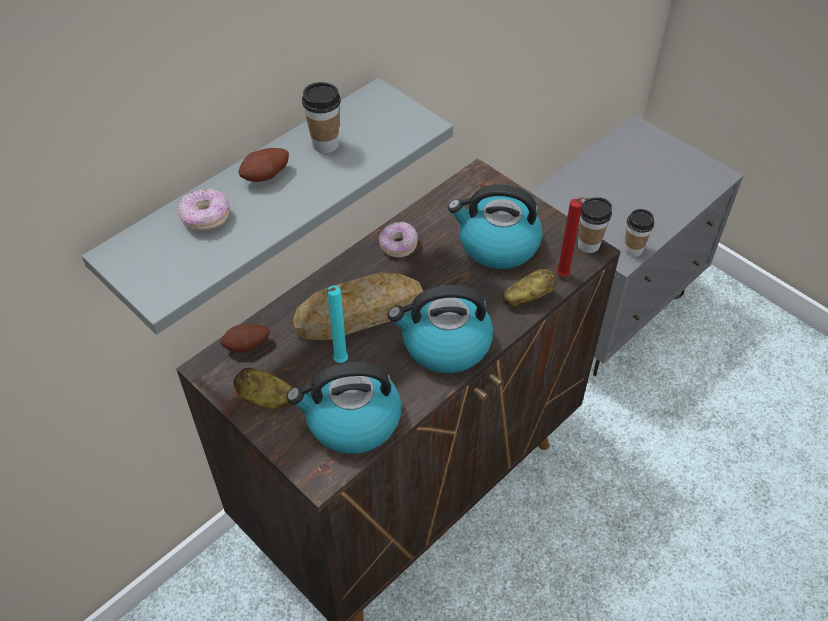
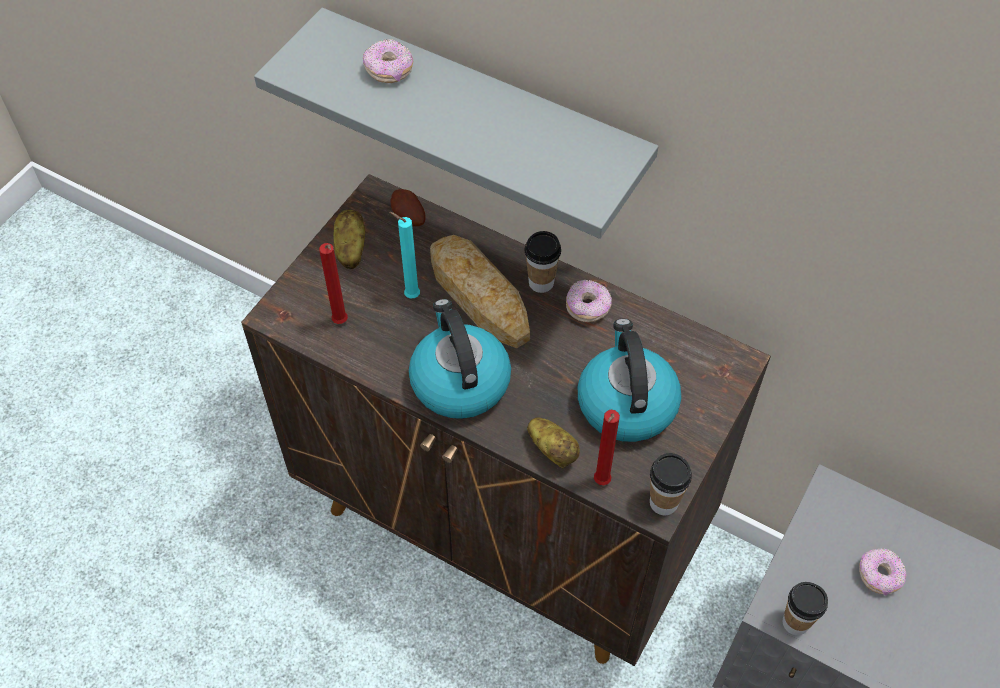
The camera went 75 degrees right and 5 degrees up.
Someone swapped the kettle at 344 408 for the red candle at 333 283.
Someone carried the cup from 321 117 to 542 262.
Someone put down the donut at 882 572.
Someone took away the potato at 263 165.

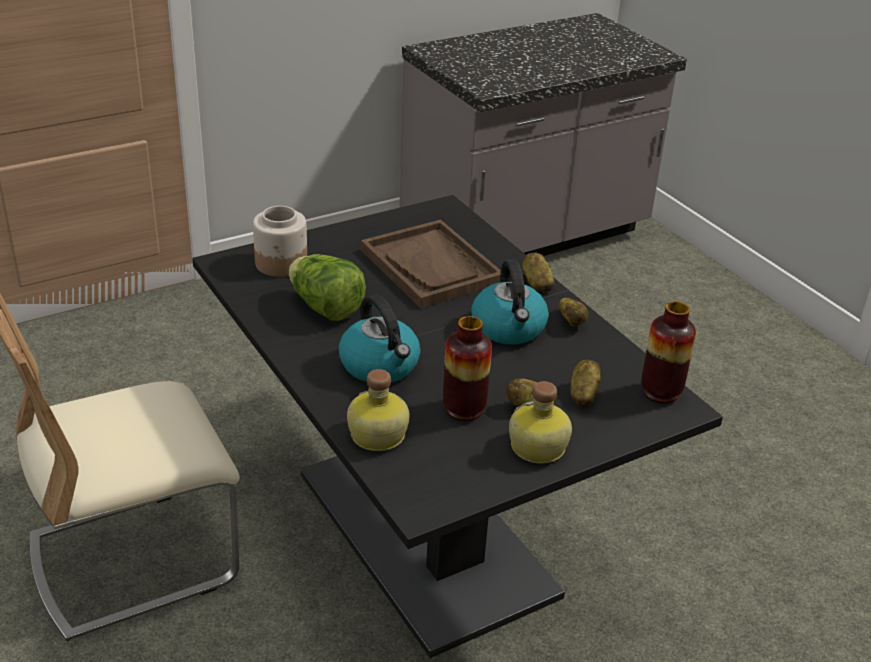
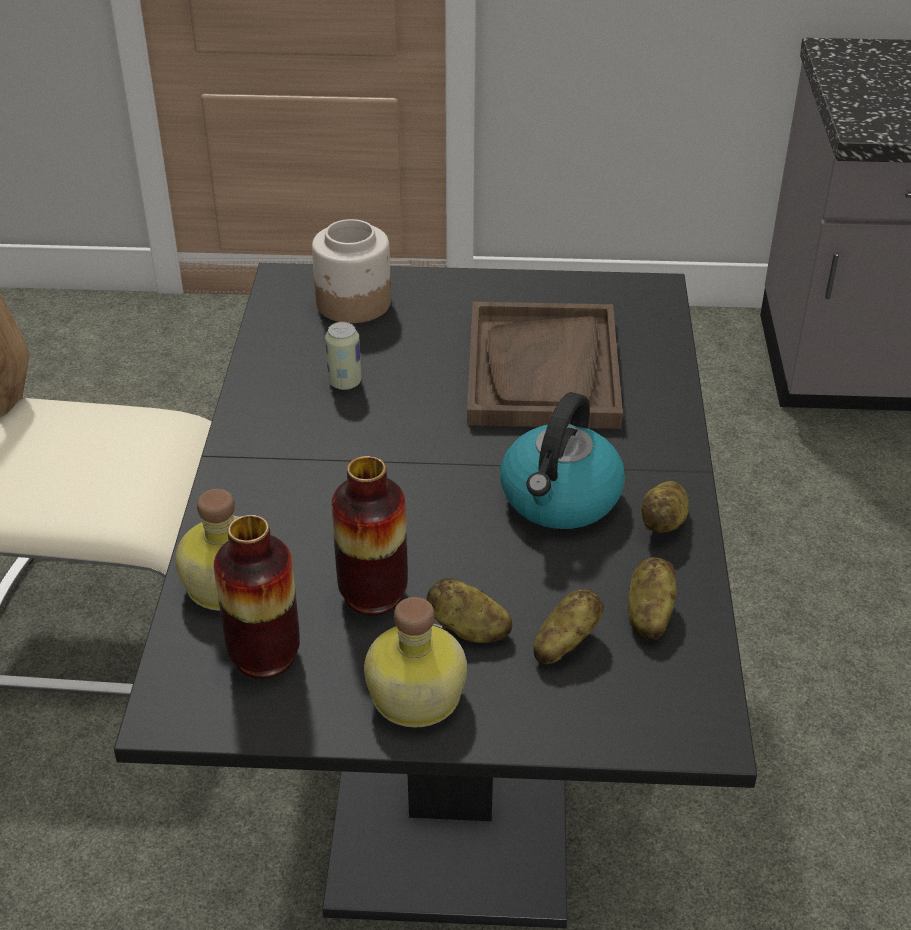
The camera went 35 degrees right and 5 degrees up.
Someone carried the vase from 668 352 to 257 597.
Someone swapped the lettuce at 327 287 for the can at 343 356.
Someone carried the potato from 538 272 to 652 598.
Someone took away the kettle at 379 338.

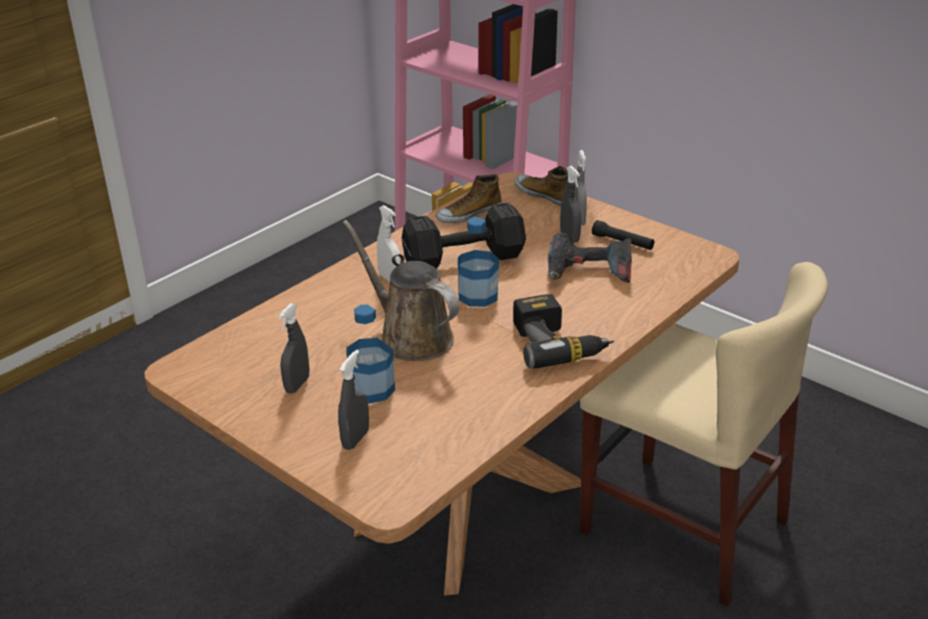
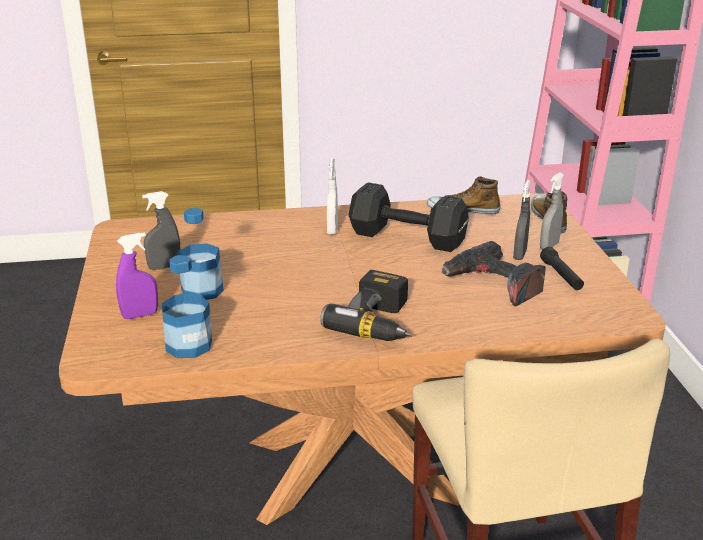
The camera went 40 degrees right and 5 degrees down.
Someone repainted the grey spray bottle at 353 400, which became the purple spray bottle at 137 275.
Someone carried the bottle from 478 262 to 187 306.
Someone took away the brown watering can at 401 290.

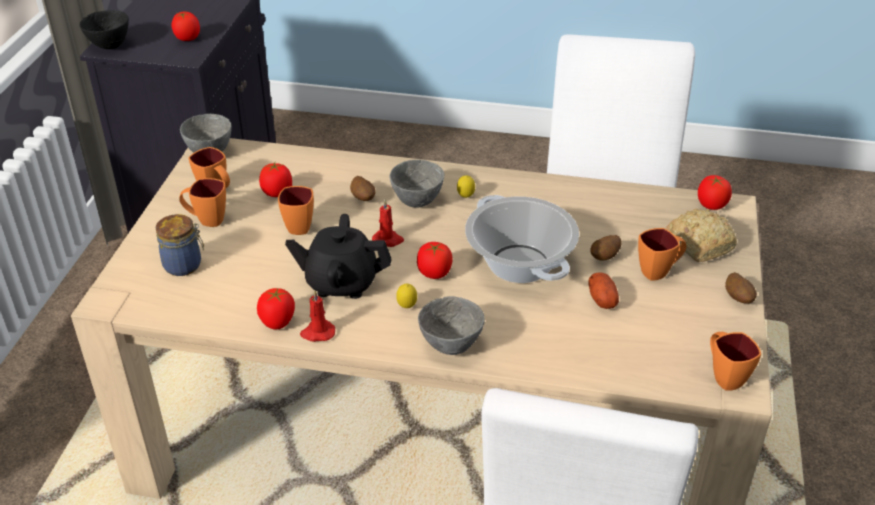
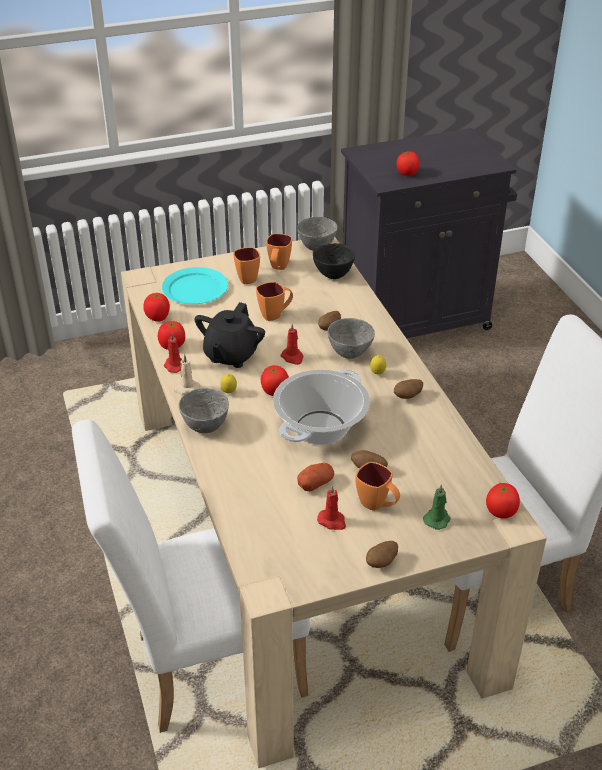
The camera went 60 degrees right and 0 degrees up.
Someone carried the tomato from 275 180 to 156 307.
Someone swapped the jar at 180 245 for the turquoise plate at 195 285.
Someone put down the beige candle at 186 374.
Someone rotated the black teapot at 338 256 by 135 degrees counterclockwise.
Someone carried the black bowl from 104 29 to 334 261.
Someone put down the red candle at 331 507.
Someone put down the potato at 408 389.
Someone swapped the bread at 701 235 for the green candle at 437 507.
Someone took away the orange mug at 735 361.

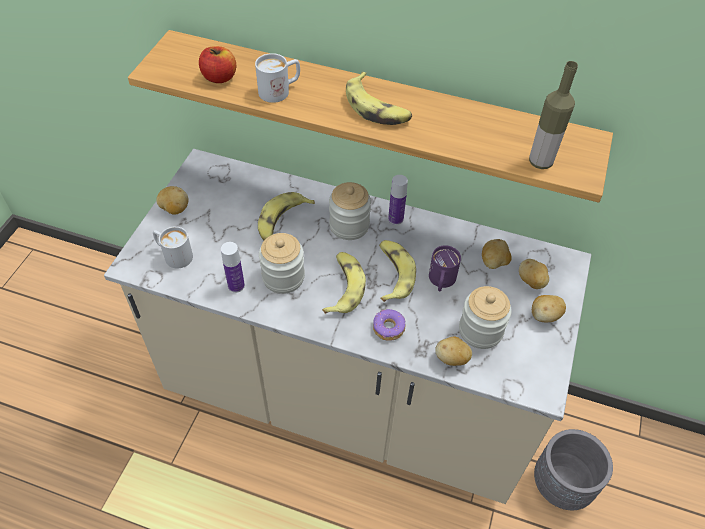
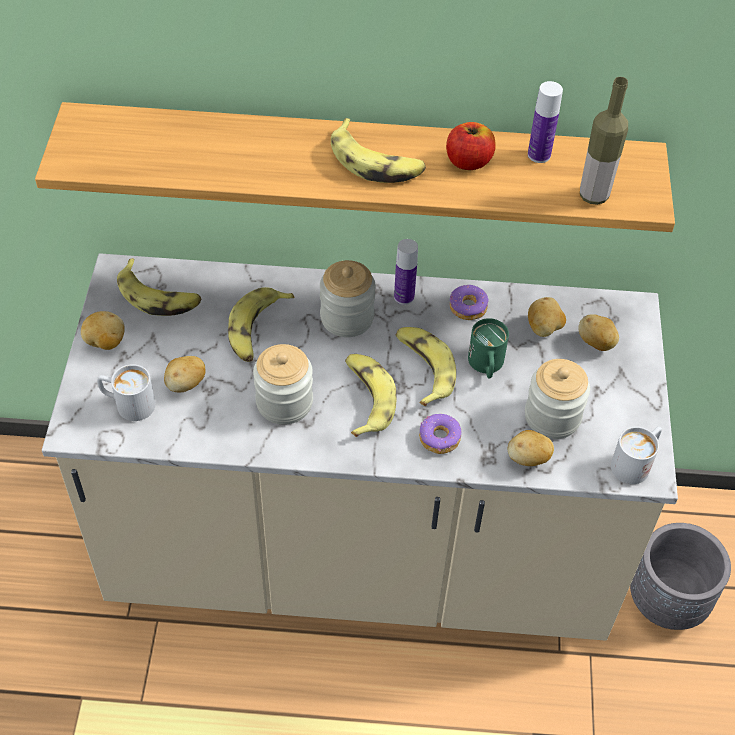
The camera went 15 degrees left and 0 degrees up.
Someone put down the banana at 159 287.
Someone carried the potato from 549 308 to 185 374.
Someone carried the apple from 217 64 to 471 146.
Someone put down the donut at 469 302.
Someone repainted the purple mug at 445 268, which became the green mug at 488 348.
Someone carried the bottle from 233 267 to 545 122.
Someone carried the white mug from 277 78 to 636 455.

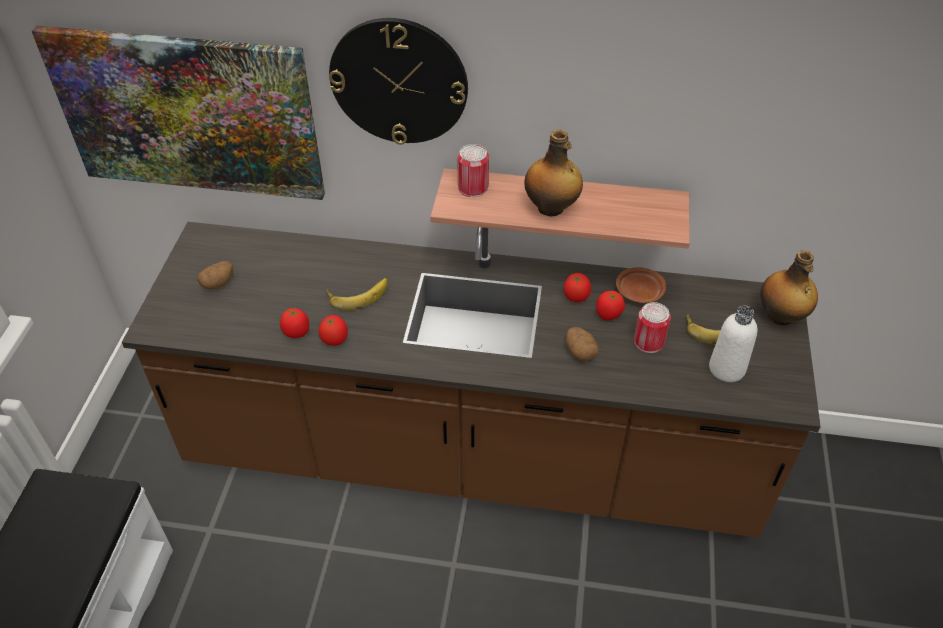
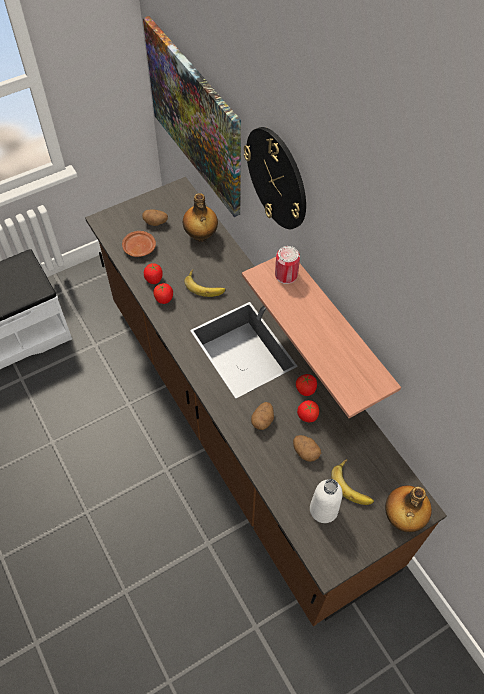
The camera went 50 degrees right and 10 degrees up.
Someone carried the brown plate from 641 285 to 139 244.
Someone carried the bottle from 554 173 to 200 217.
Someone swapped the can at 652 327 for the potato at 307 448.

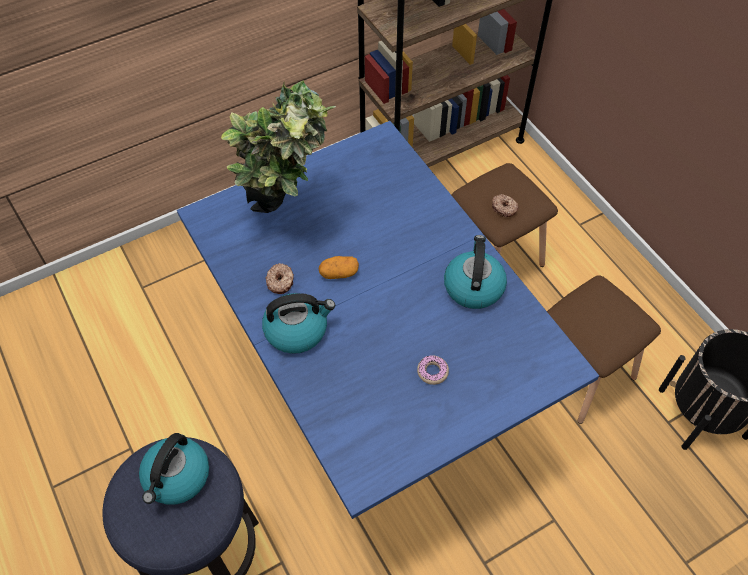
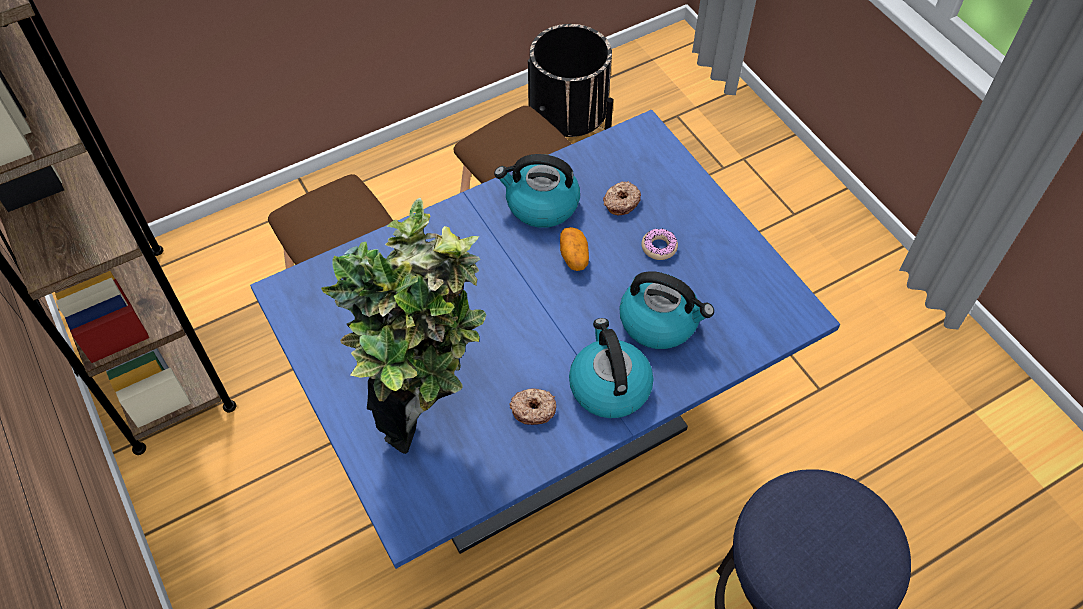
The camera went 90 degrees left and 0 degrees up.
Someone carried the potato from 338 267 to 574 249.
Someone carried the donut from 505 205 to 622 198.
Someone carried the kettle from 174 469 to 666 310.

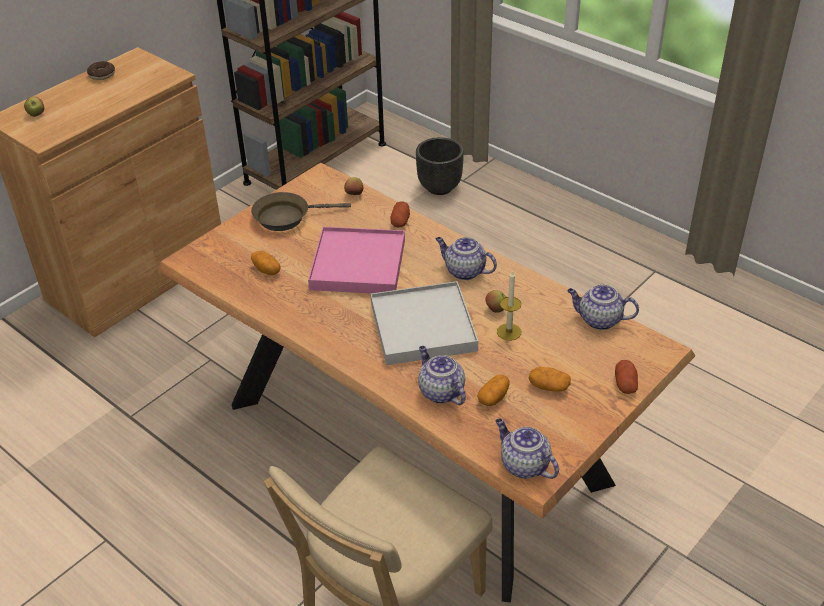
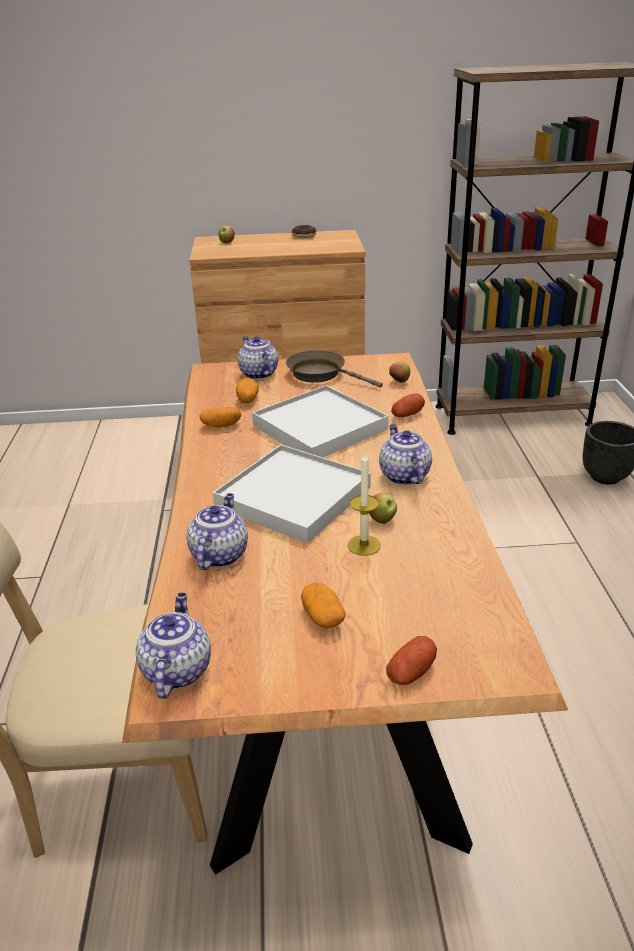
The camera went 45 degrees right and 10 degrees down.
Someone carried the potato from 493 390 to 220 417.
Someone carried the teapot from 603 307 to 258 357.
Someone repainted the pink tray at 356 260, which became the white tray at 320 421.

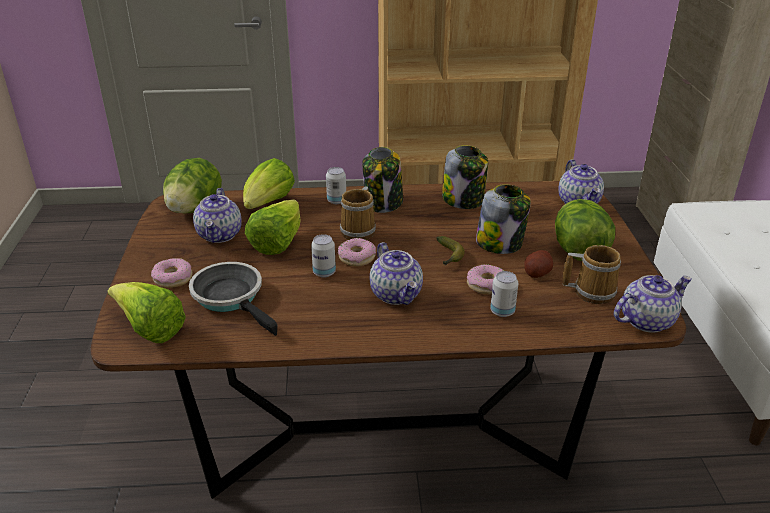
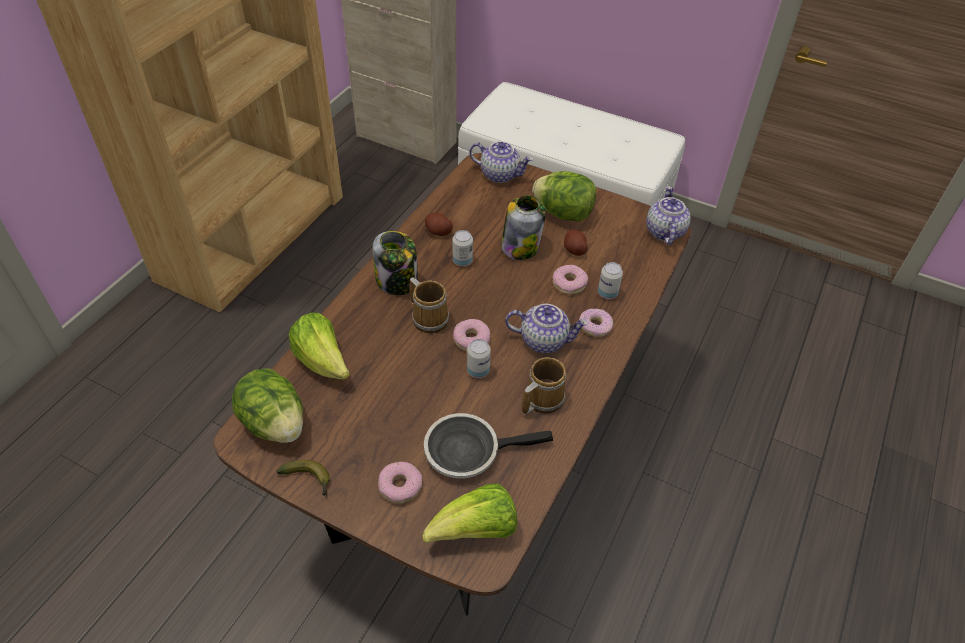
The camera went 60 degrees left and 15 degrees up.
Someone carried the banana from 450 250 to 303 478.
Someone swapped the jar at 465 177 for the potato at 439 224.
Someone carried the can from 336 185 to 463 248.
Someone carried the mug from 592 274 to 544 386.
Someone put down the donut at 596 323.
Someone took away the teapot at 217 215.
Someone took away the lettuce at 272 227.

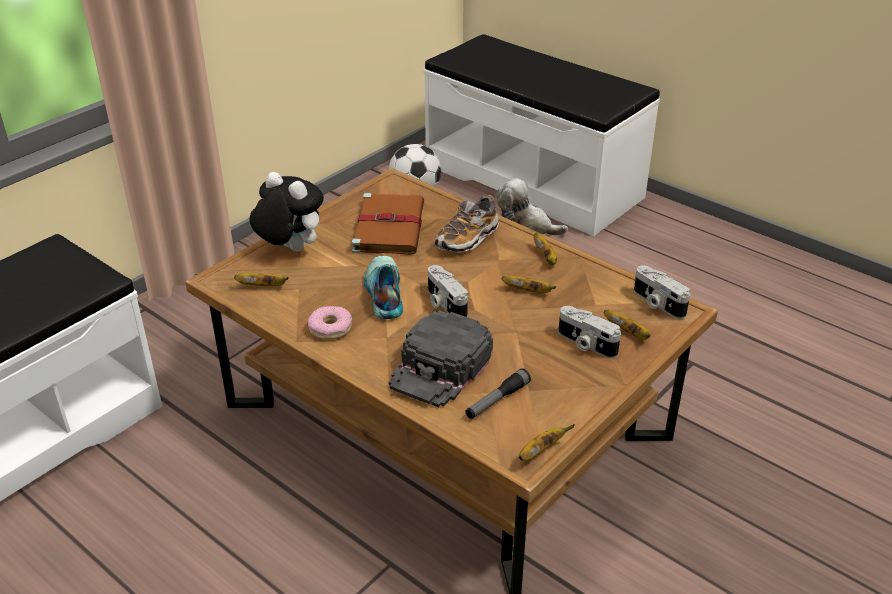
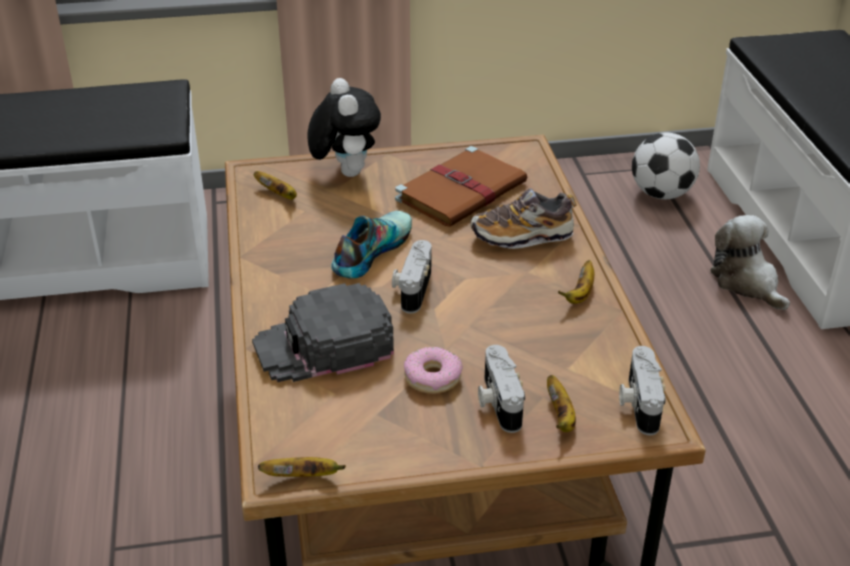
The camera went 40 degrees right and 0 degrees up.
Someone carried the donut from 330 323 to 433 370.
Someone took away the flashlight at 498 393.
Someone took away the banana at 529 284.

